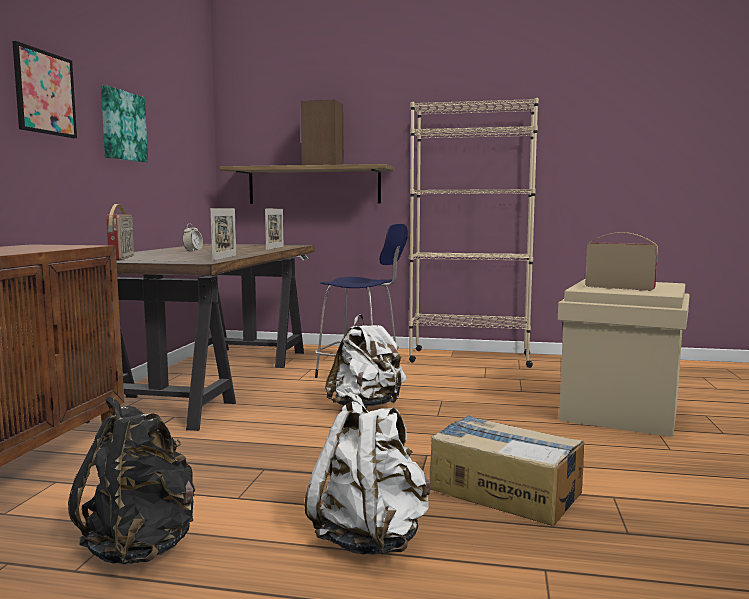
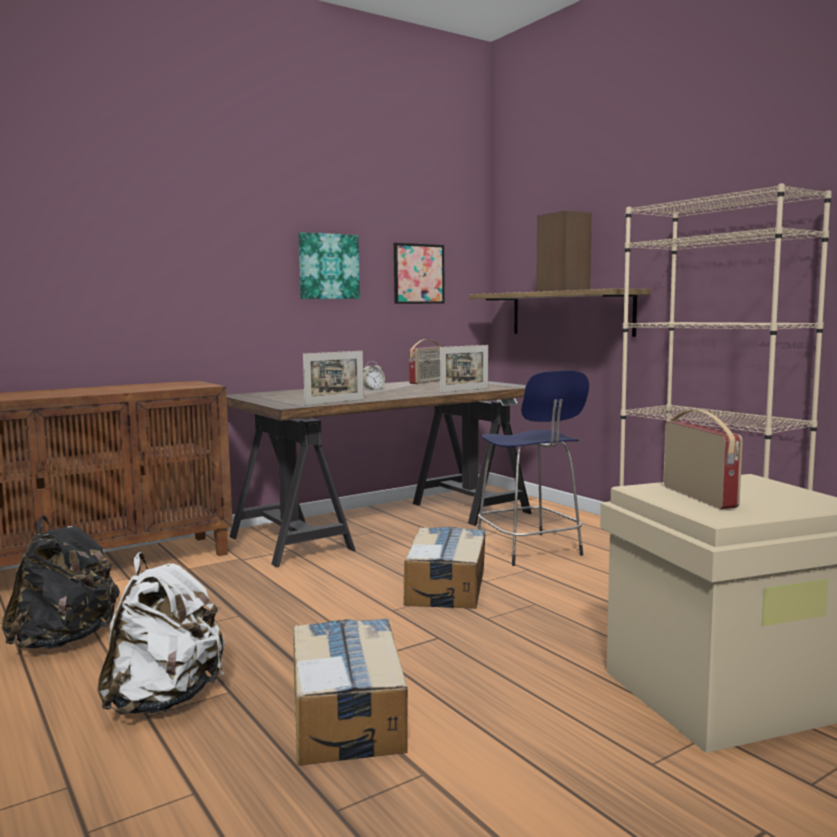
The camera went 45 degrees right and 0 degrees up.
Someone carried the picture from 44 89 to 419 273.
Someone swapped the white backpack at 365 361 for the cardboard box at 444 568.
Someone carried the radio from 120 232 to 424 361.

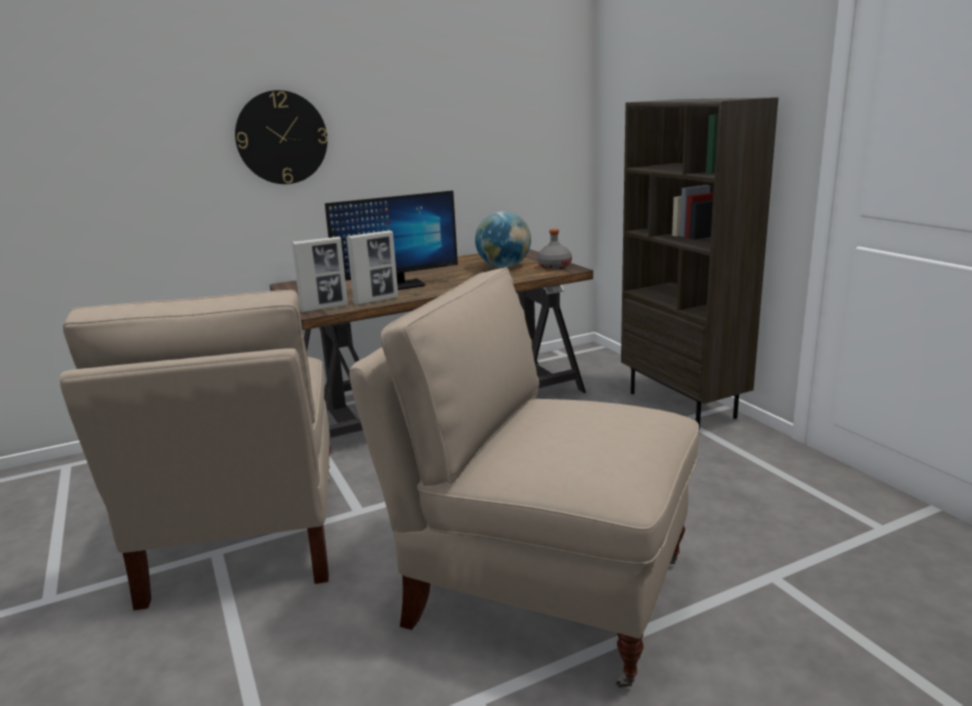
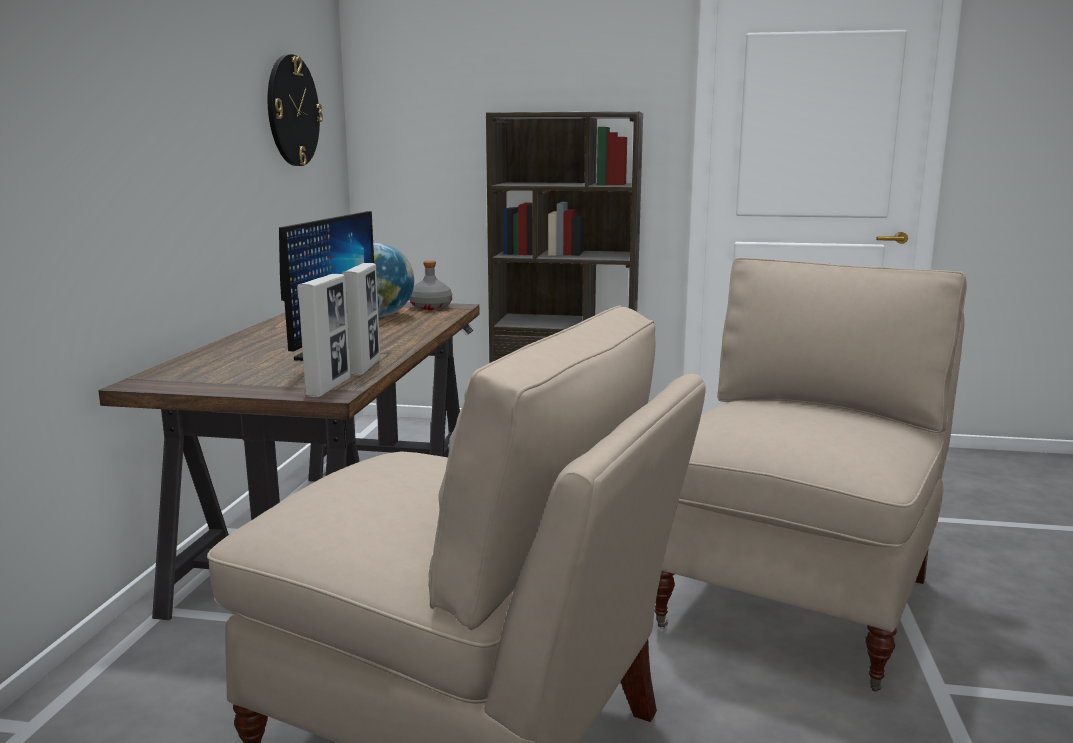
The camera went 55 degrees left and 5 degrees down.
Someone carried the wall clock from 281 137 to 295 110.
Someone rotated the beige chair at 524 477 by 150 degrees clockwise.

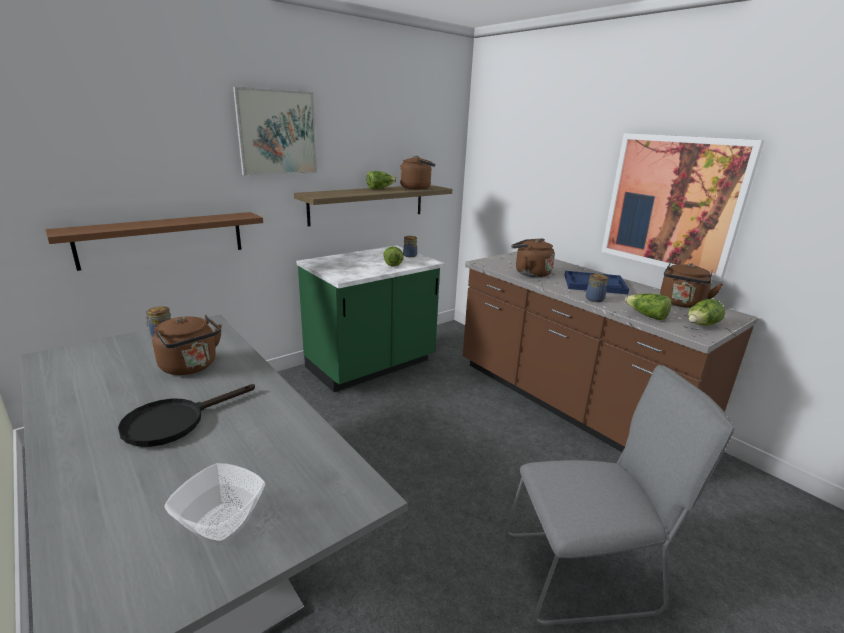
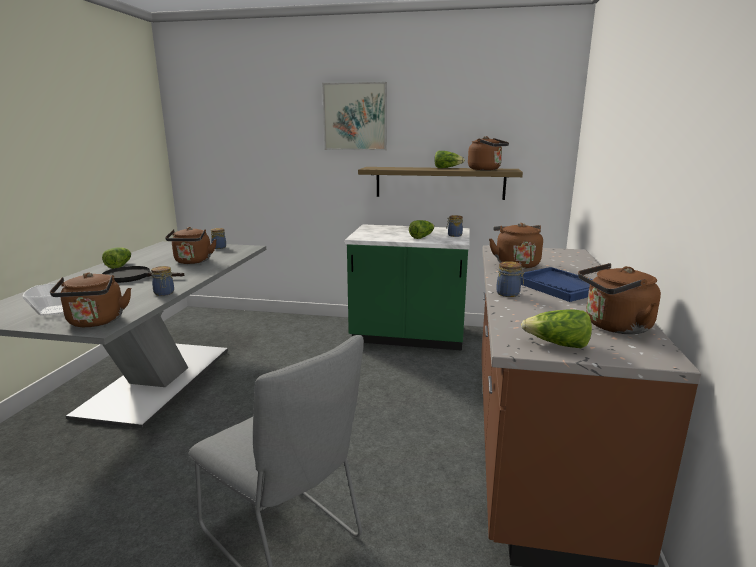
The camera went 50 degrees right and 5 degrees down.
Someone put down the brown kettle at 90 299.
Someone carried the lettuce from 648 307 to 116 258.
Someone put down the jar at 162 281.
Someone took away the brown shelf at 154 241.
Someone took away the picture at 682 207.

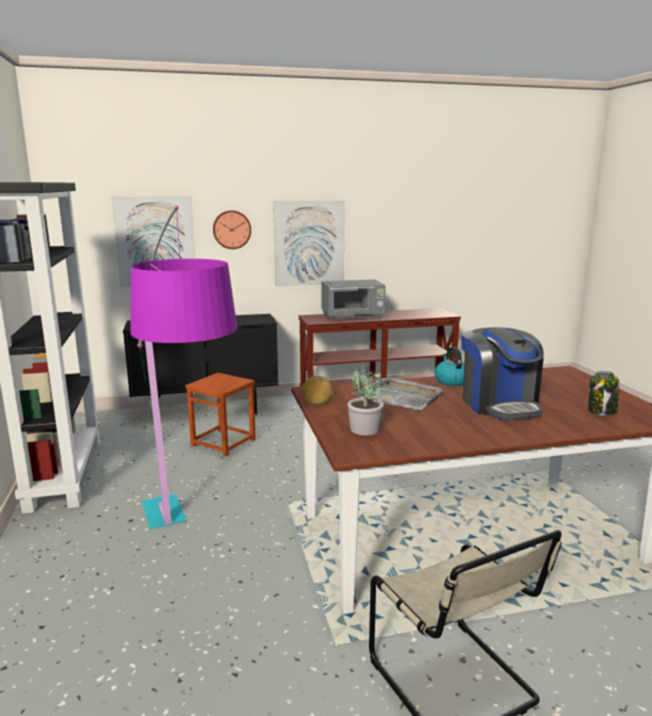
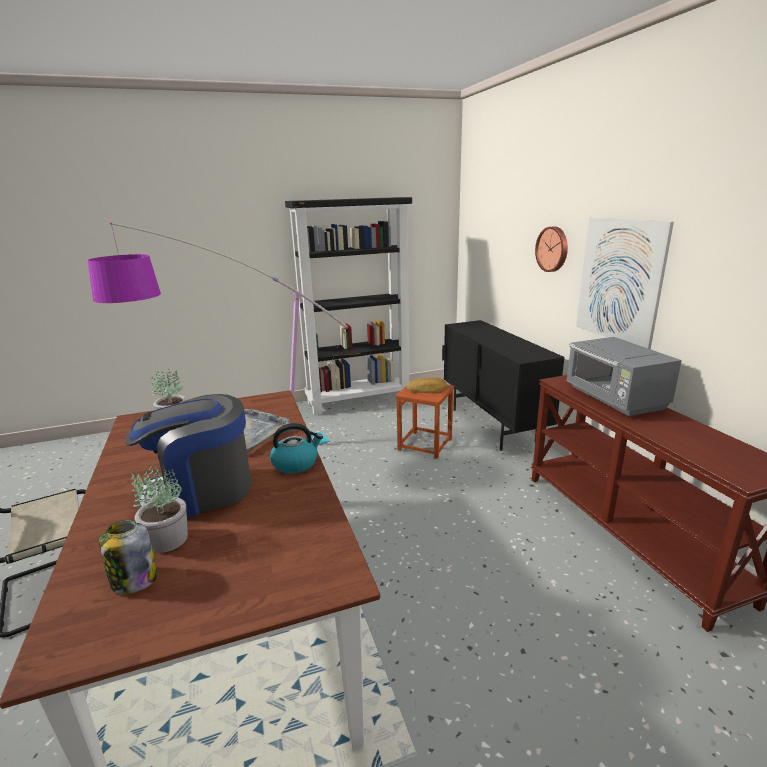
The camera went 85 degrees right and 5 degrees up.
Someone put down the potted plant at 159 508.
Someone carried the bread from 318 390 to 426 385.
Someone took away the picture at 153 241.

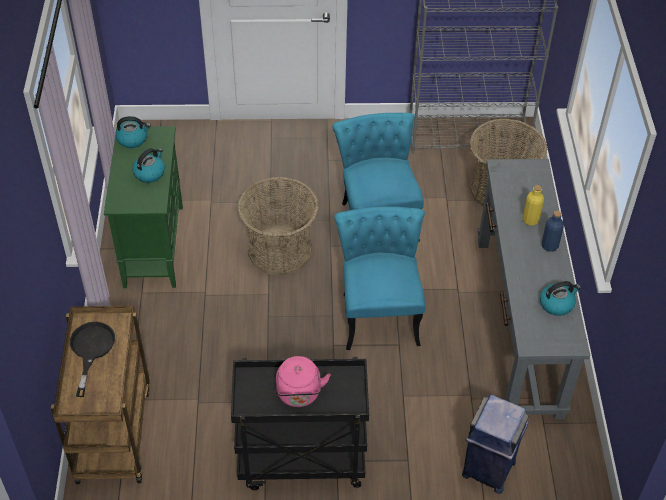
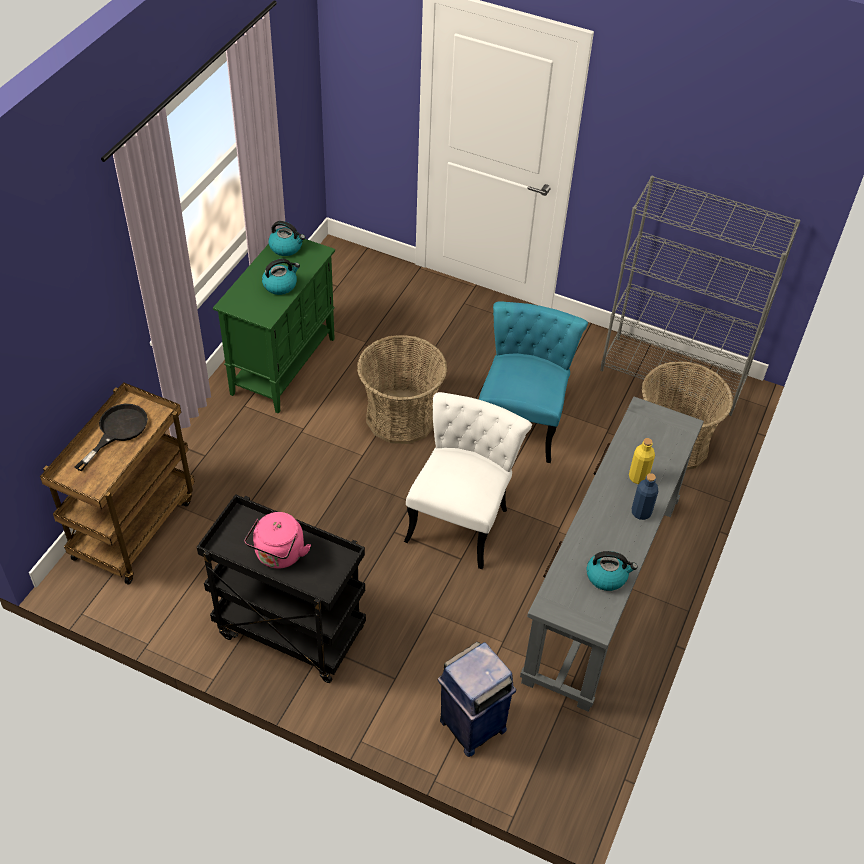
The camera went 25 degrees right and 0 degrees up.
Someone repainted the turquoise chair at 379 278, which became the white chair at 468 480.

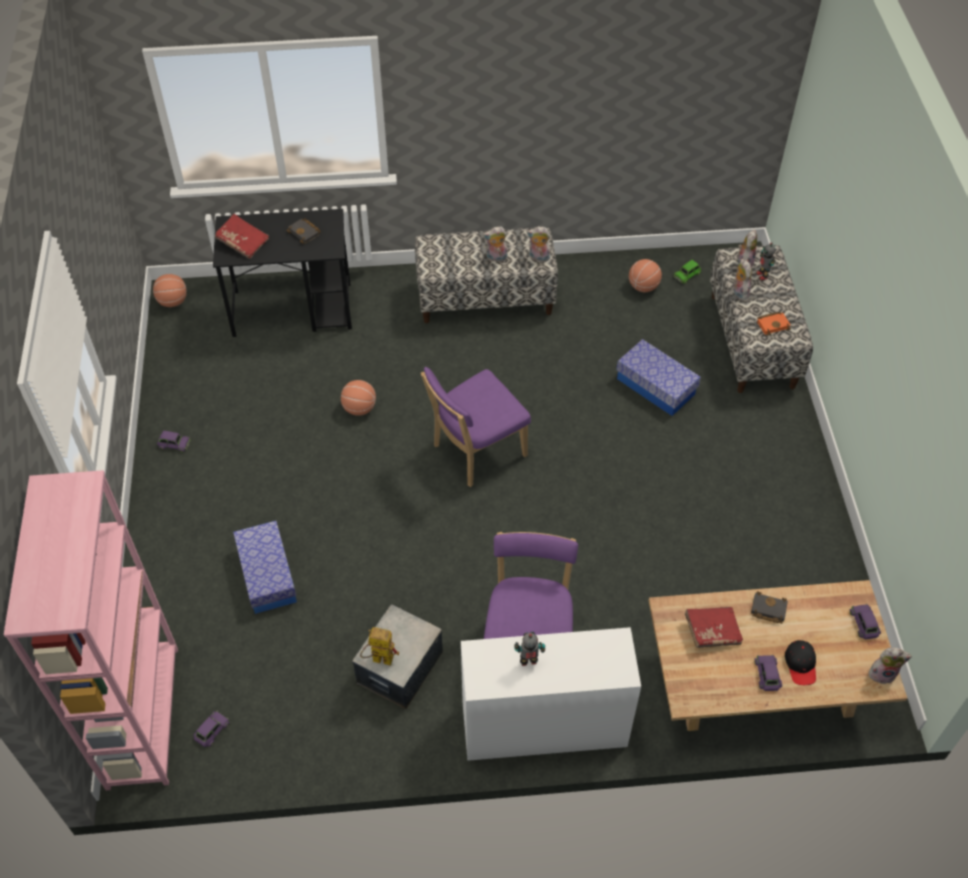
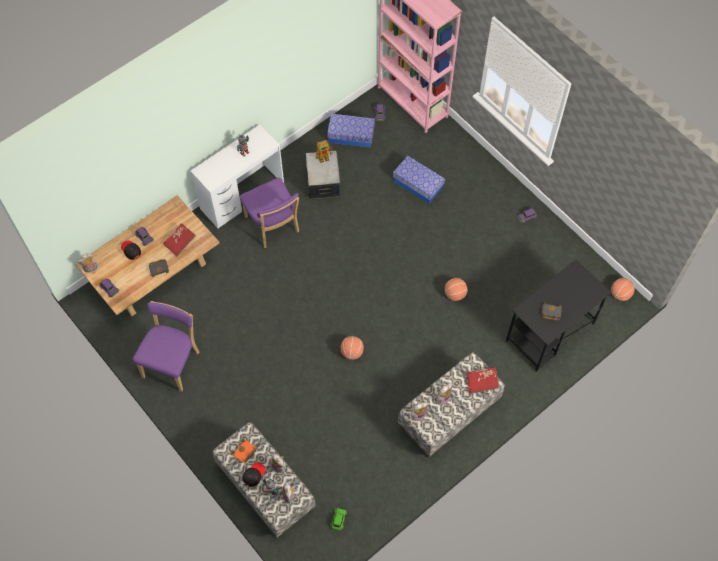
The camera went 145 degrees right and 10 degrees up.
Someone carried the purple chair from 476 427 to 166 346.
Someone put down the black cap at 254 474.
Someone carried the storage box from 658 377 to 351 130.
Someone carried the basketball from 645 275 to 352 348.
Someone carried the red book from 242 236 to 483 380.

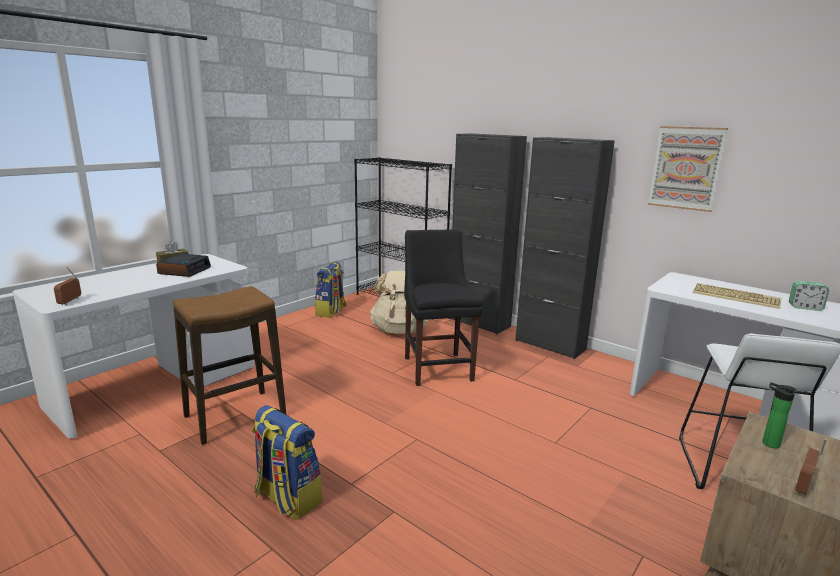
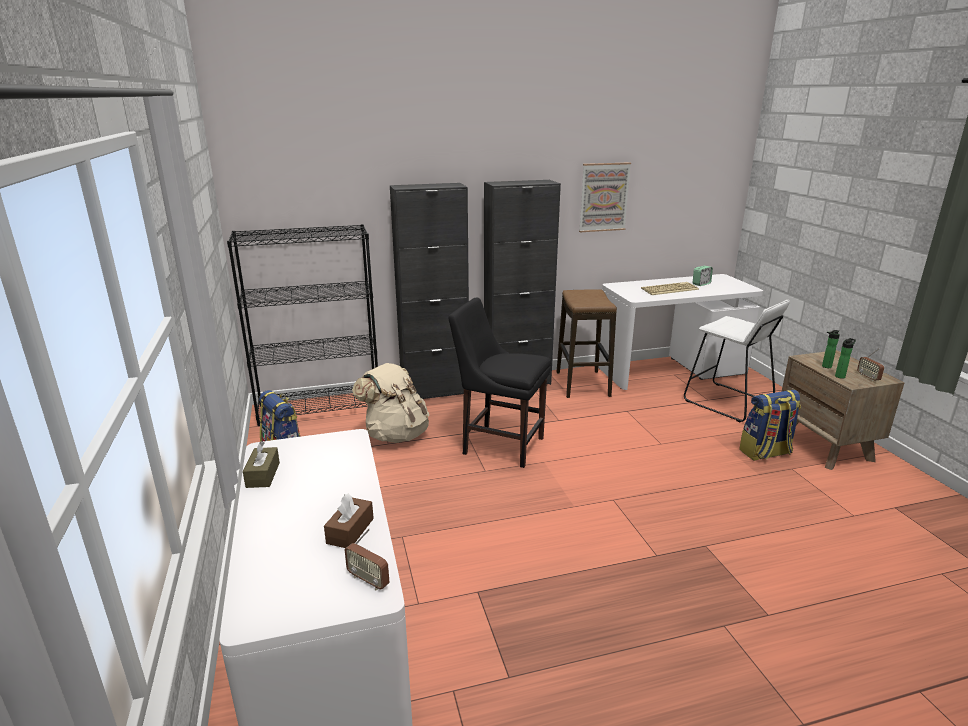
The camera went 55 degrees left and 5 degrees up.
Someone put down the brown tissue box at 349 521.
Someone carried the stool from 230 365 to 587 344.
Someone carried the backpack from 287 462 to 770 425.
Someone put down the bottle at 845 358.
Someone took away the alarm clock at 183 265.

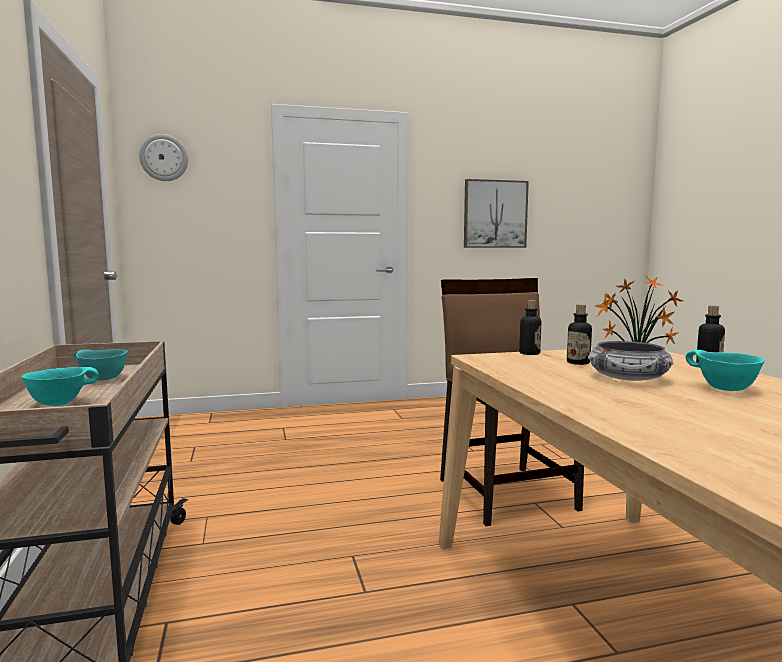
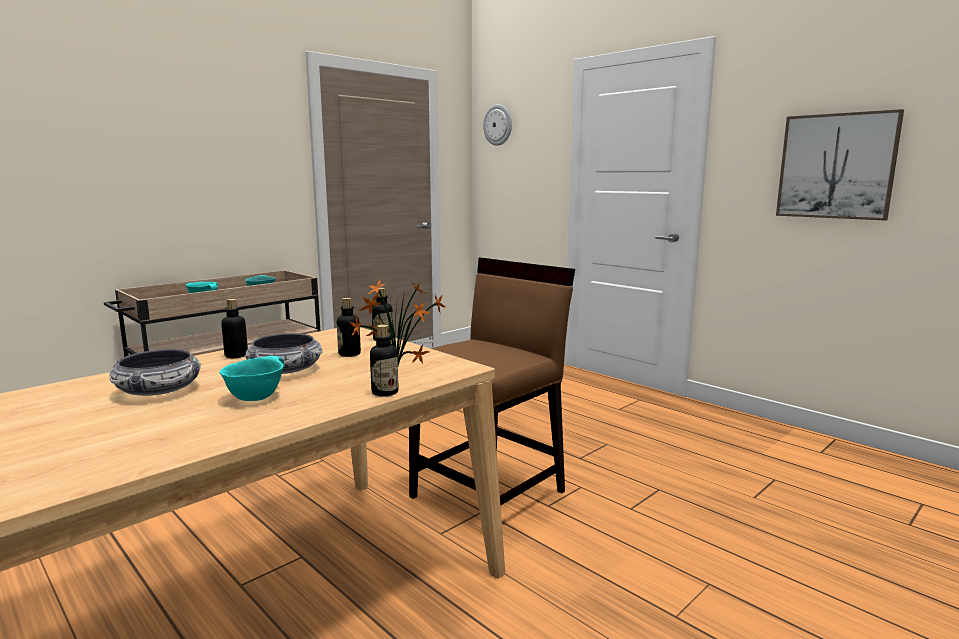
The camera went 60 degrees right and 5 degrees up.
Someone put down the bowl at 155 372.
Someone put down the bottle at 234 328.

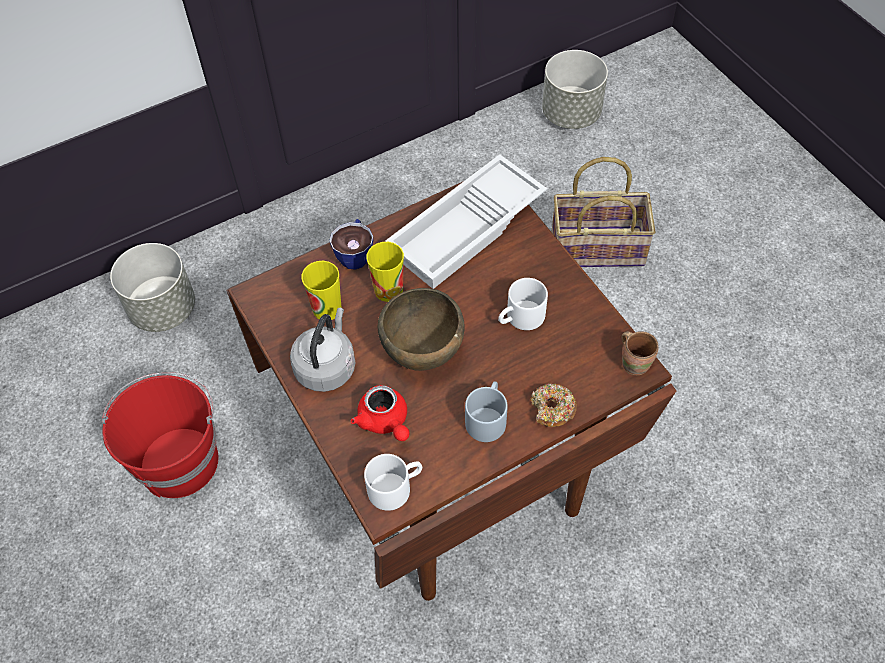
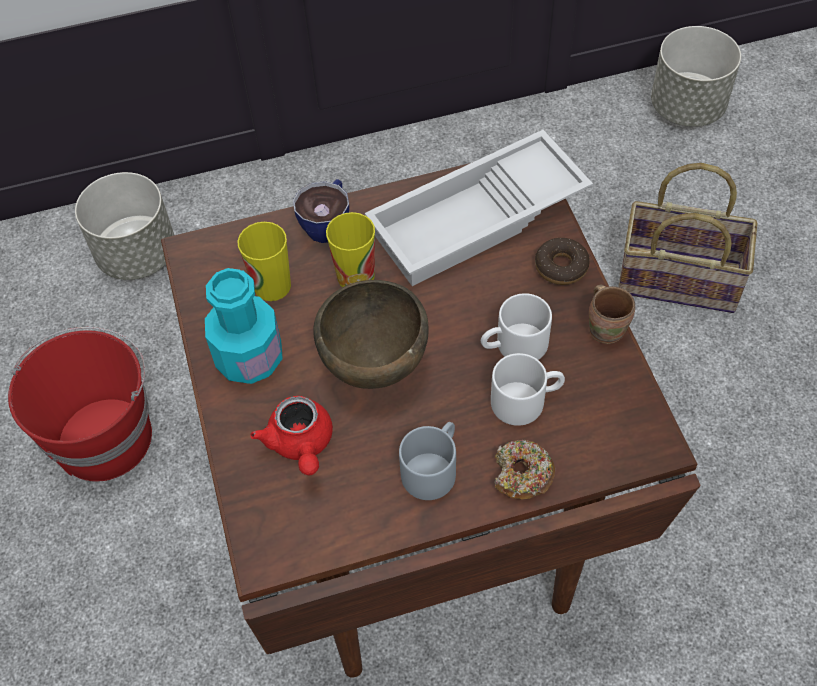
The camera went 15 degrees right and 0 degrees up.
Someone swapped the grey kettle at 323 350 for the turquoise bottle at 244 326.
Someone carried the white mug from 393 482 to 528 389.
Someone put down the donut at 562 261.
Someone carried the brown mug from 640 353 to 612 314.

